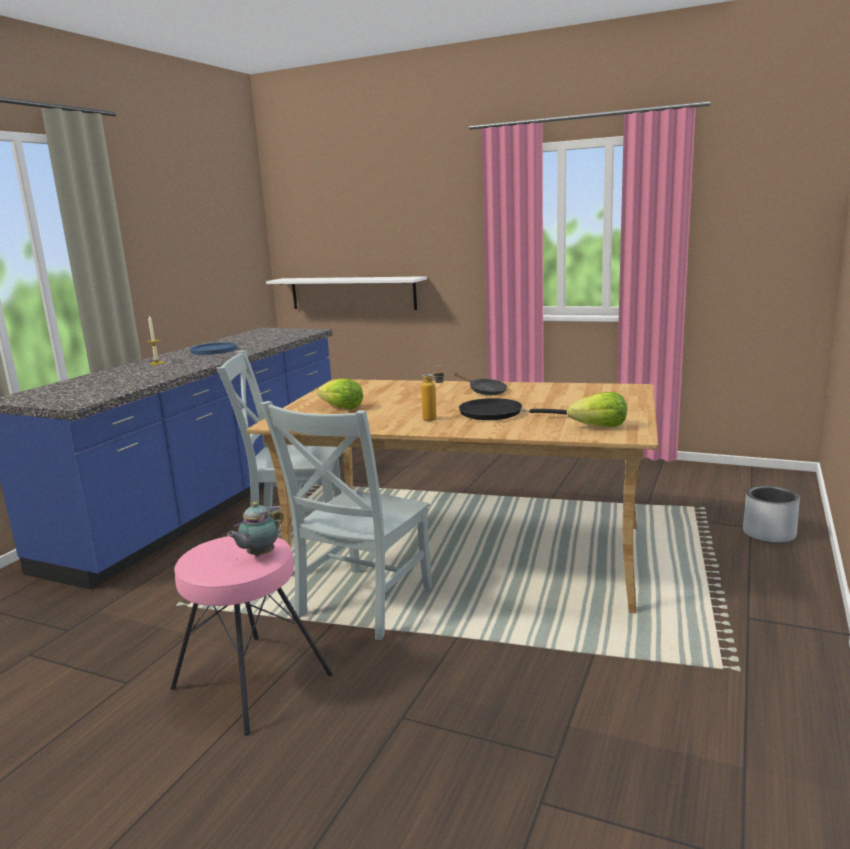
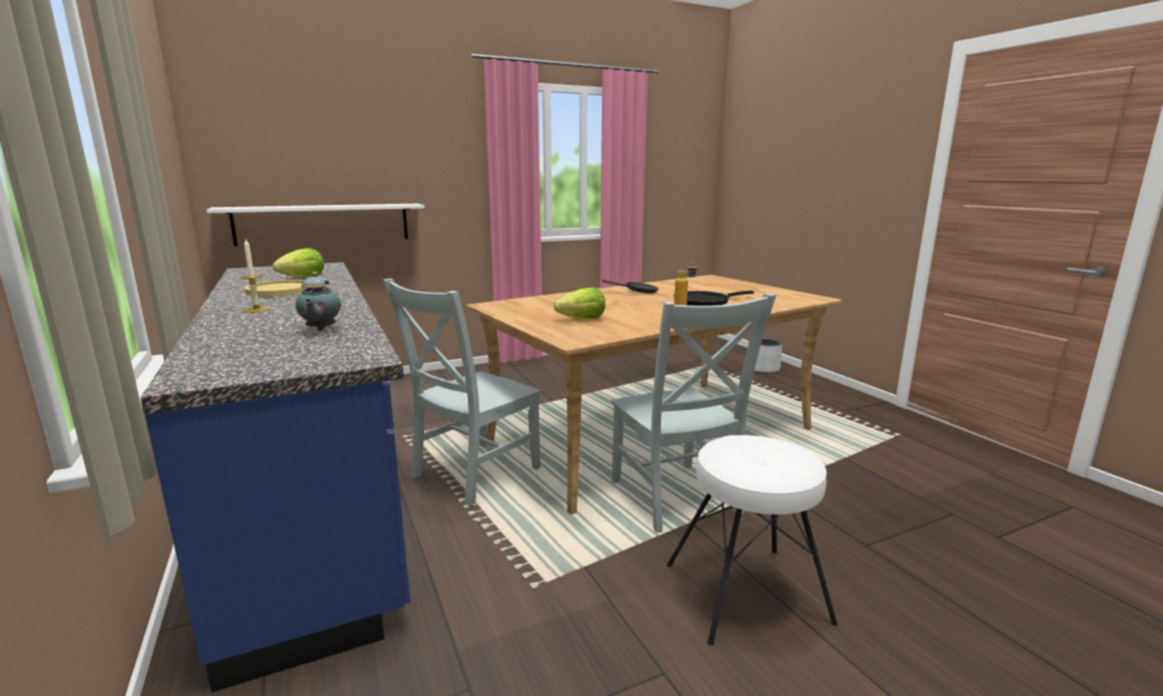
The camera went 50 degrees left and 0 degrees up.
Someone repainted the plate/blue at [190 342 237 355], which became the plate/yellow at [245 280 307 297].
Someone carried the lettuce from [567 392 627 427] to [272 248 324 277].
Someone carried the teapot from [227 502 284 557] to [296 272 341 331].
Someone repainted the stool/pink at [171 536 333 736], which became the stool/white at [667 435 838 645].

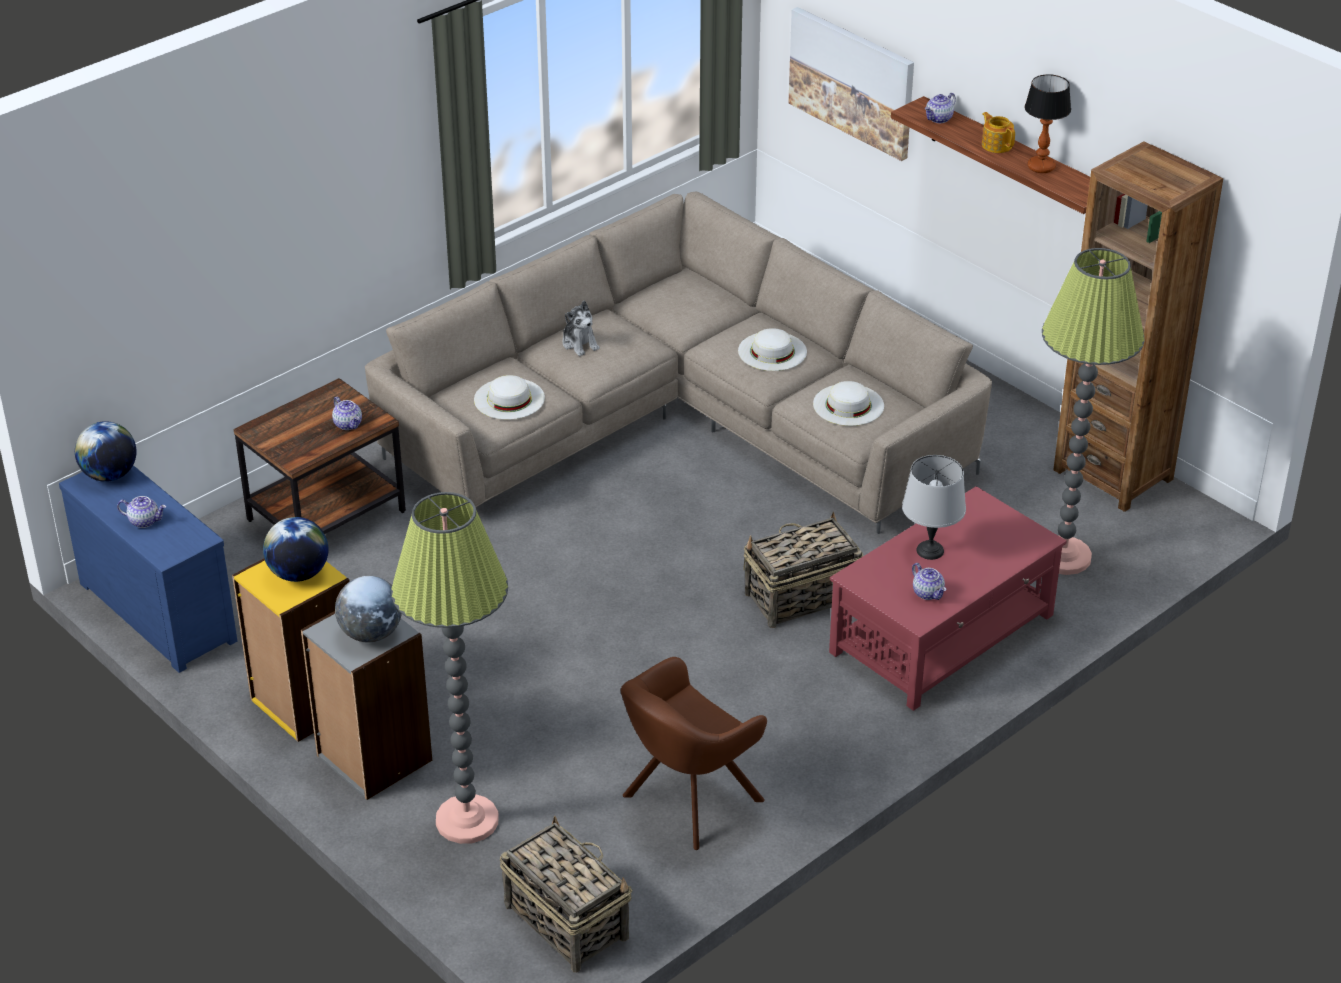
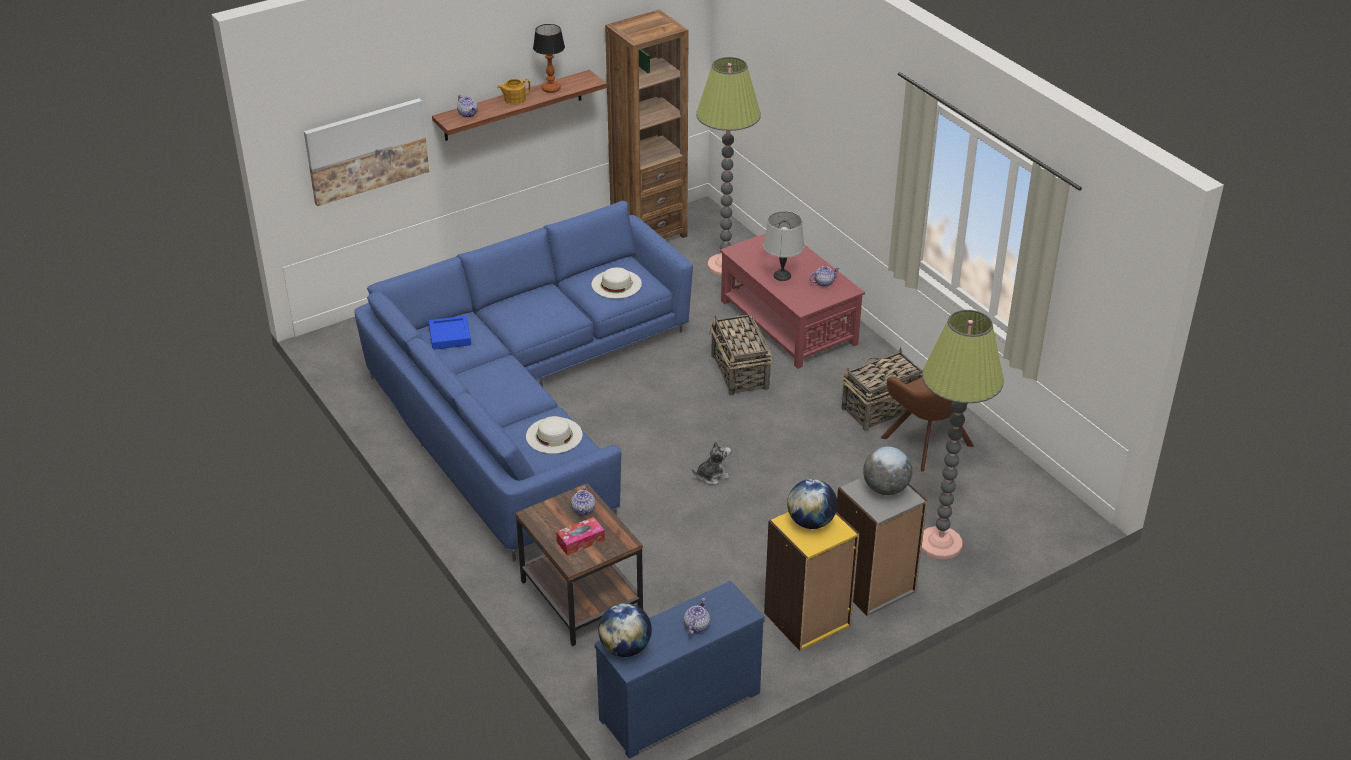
The camera went 80 degrees left and 0 degrees up.
Someone repainted the sofa/beige at [365 192 992 534], which became the sofa/blue at [355 201 693 562].
Someone carried the plush toy from [562 301 600 356] to [692 441 731 485].
Someone took away the hat/white at [738 328 807 371].
Someone rotated the teapot at [332 396 362 430] by 120 degrees clockwise.
Someone carried the basket from [500 816 632 973] to [841 347 923 431].
Someone put down the tray/blue at [428 316 471 350].
Someone put down the tissue box at [556 517 605 556].

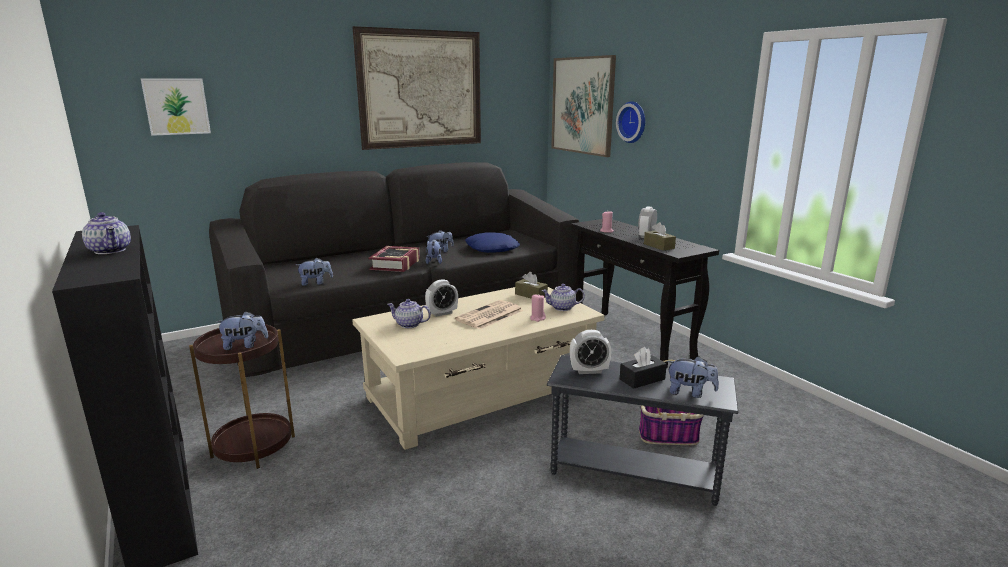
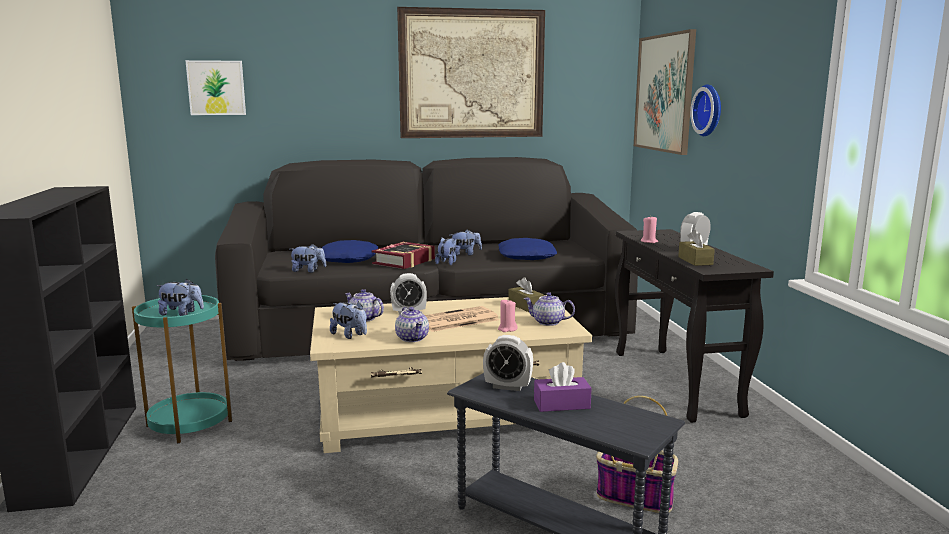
The camera went 20 degrees right and 5 degrees down.
Someone carried the teapot from [82 212 131 254] to [395 307 429 342].
Someone repainted the side table/brown at [189 324 295 469], which became the side table/turquoise at [132 295 232 443].
Someone repainted the tissue box/black at [620 347 667 389], which became the tissue box/purple at [534 362 592 412].
Someone carried the plush toy from [667 356 719 398] to [330 301 367 339].
Someone put down the pillow/blue at [322 240 378 263].

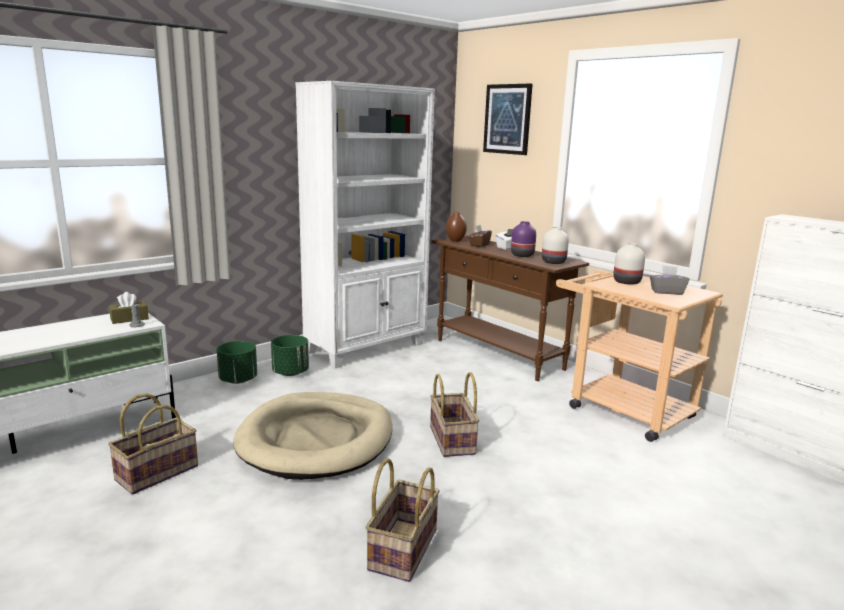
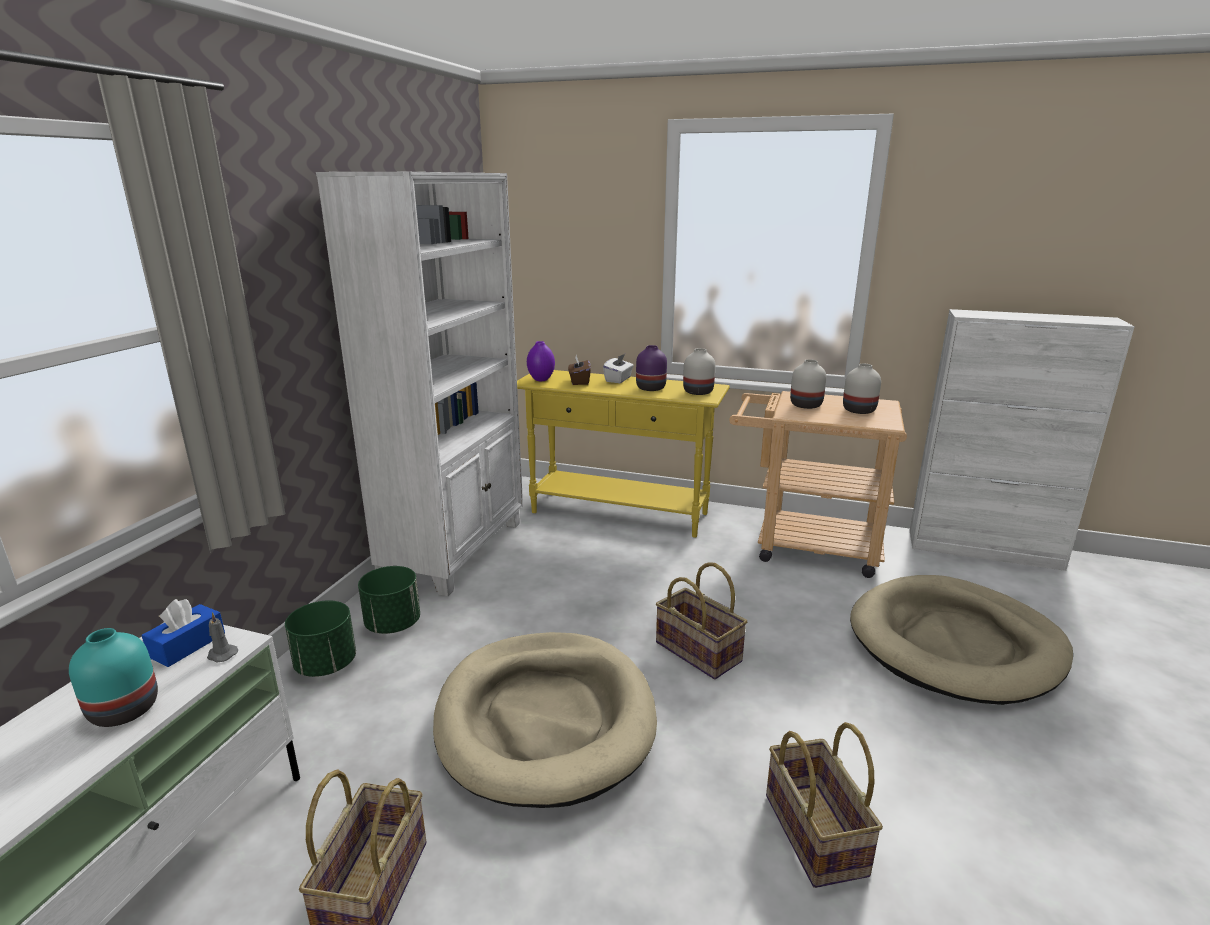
The camera went 30 degrees left and 5 degrees up.
Someone took away the picture at [483 83 533 155].
Someone repainted the vase/brown at [446 212 467 242], which became the vase/purple at [527 341 555 381].
Someone repainted the console table/brown at [431 236 589 381], which became the console table/yellow at [517 370 730 538].
Someone swapped the tissue box/grey at [650 265 689 295] for the vase/white at [843 364 881 414].
Someone repainted the tissue box/brown at [109 292 149 324], which became the tissue box/blue at [141 599 225 667].
Someone put down the dog bed/beige at [850 575 1073 705].
Someone put down the vase/turquoise at [69 628 158 727].

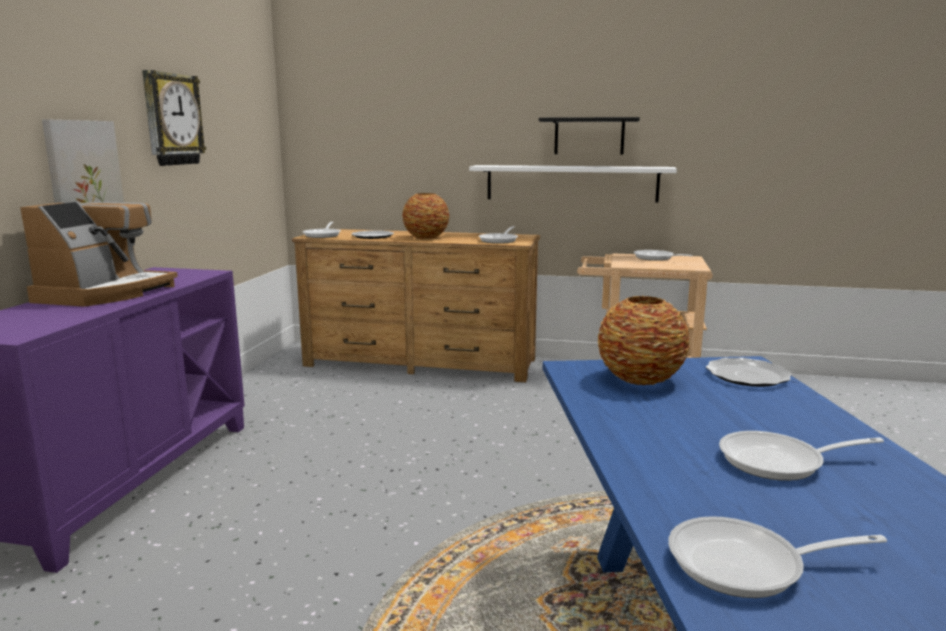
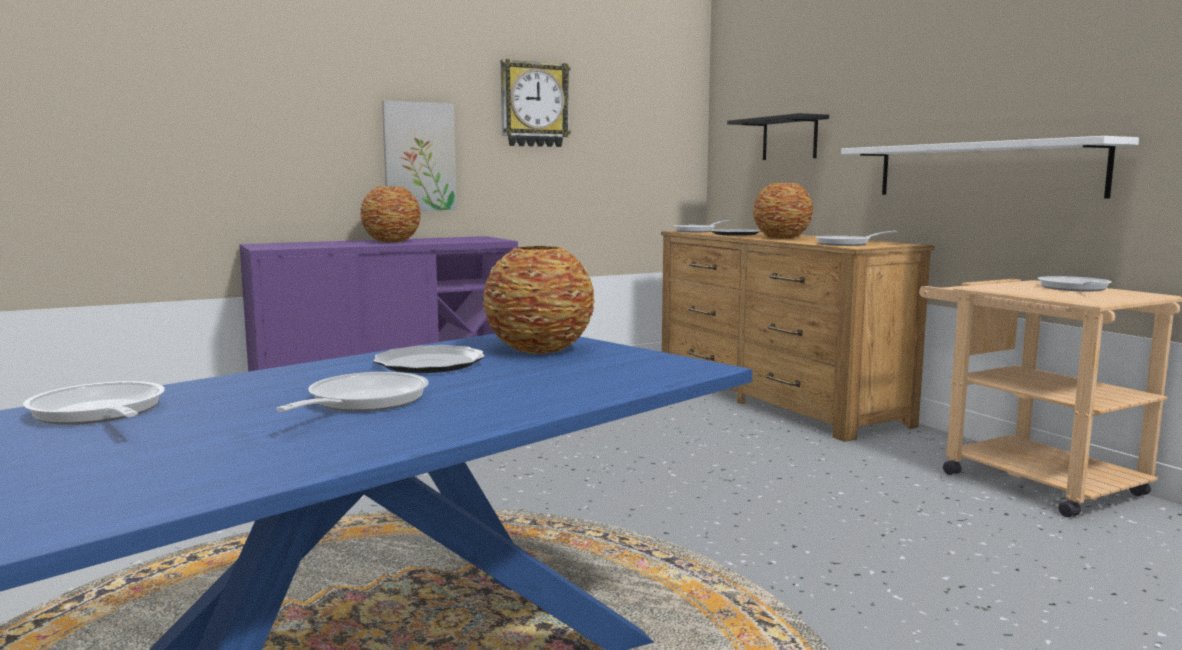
The camera went 50 degrees right and 5 degrees down.
Someone carried the shelf/black from [539 117 640 155] to [727 113 829 160].
Someone swapped the coffee machine at [20 202 178 307] for the vase at [360 186 421 242].
Someone carried the plate from [706 358 792 387] to [373 345 485 373].
Someone rotated the frying pan at [719 431 884 481] by 60 degrees clockwise.

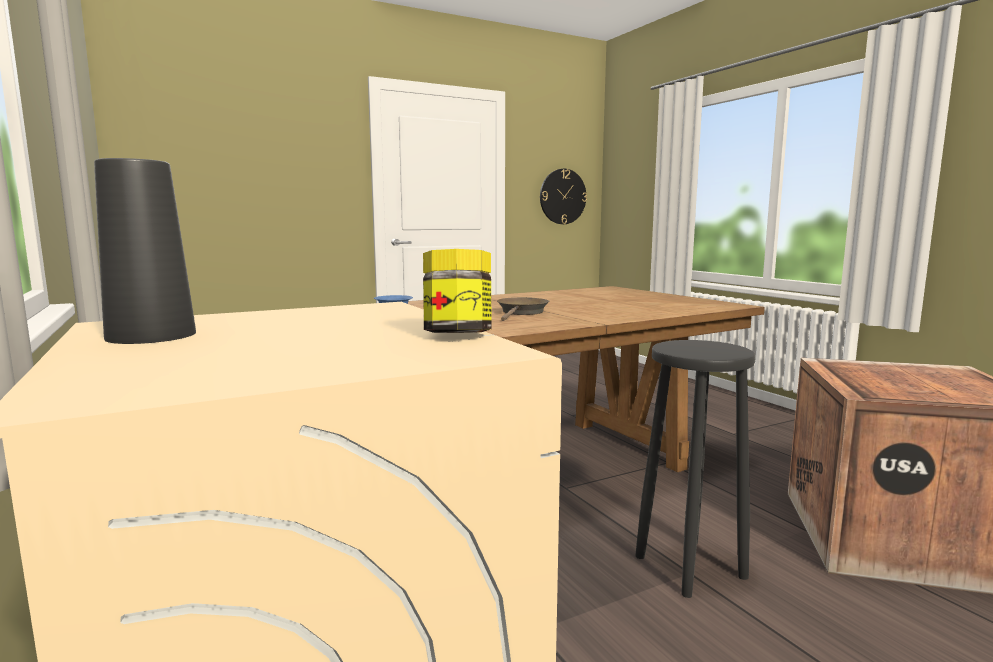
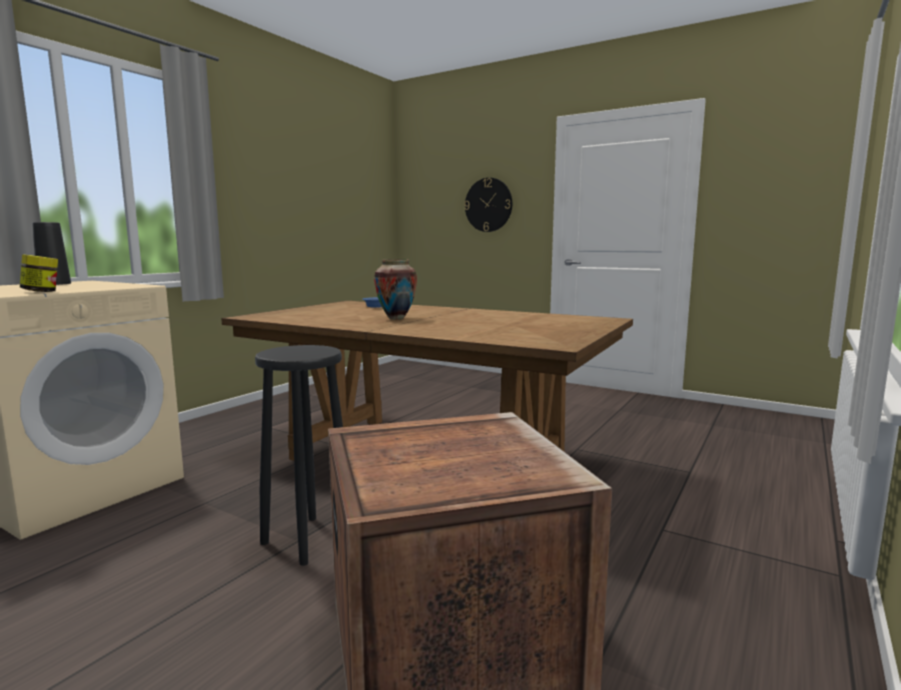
The camera went 60 degrees right and 0 degrees up.
Someone carried the wall clock from [540 169 587 224] to [464 178 512 232].
Someone swapped the frying pan/brown at [497 297 549 321] for the vase at [374 259 417 320].

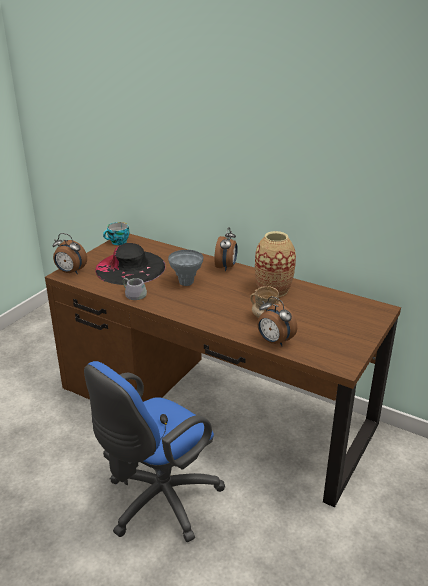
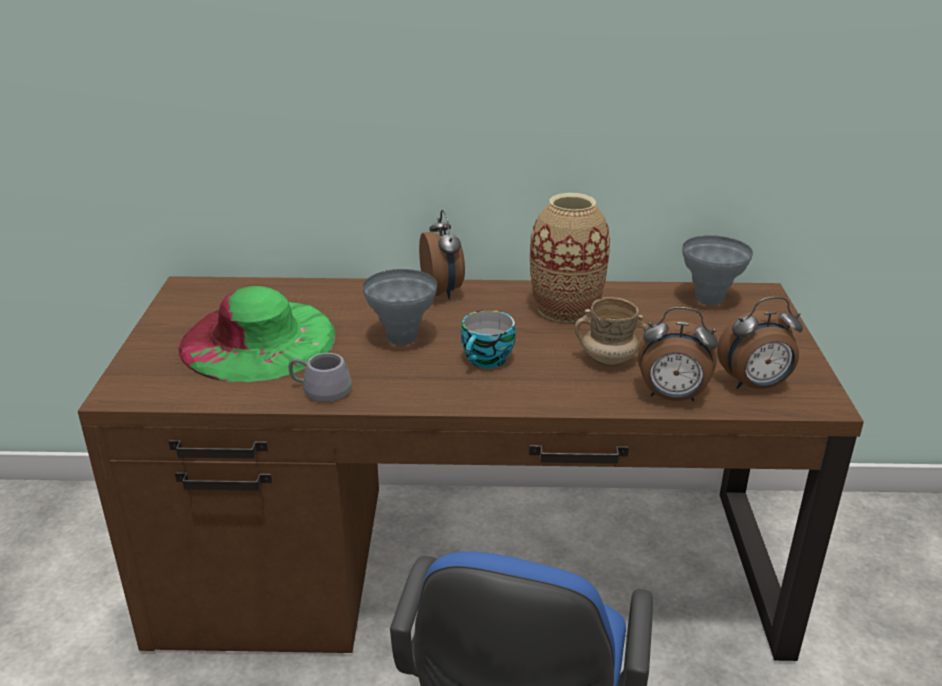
The camera went 30 degrees left and 0 degrees up.
Someone carried the cup from [103 222 129 245] to [461 310 516 368].
Someone carried the alarm clock from [52 233 87 274] to [717 297 803 389].
Someone repainted the hat/black at [95 243 165 285], which became the hat/green at [178 286 335 382].
Someone put down the vase/grey at [682 235 753 306].

